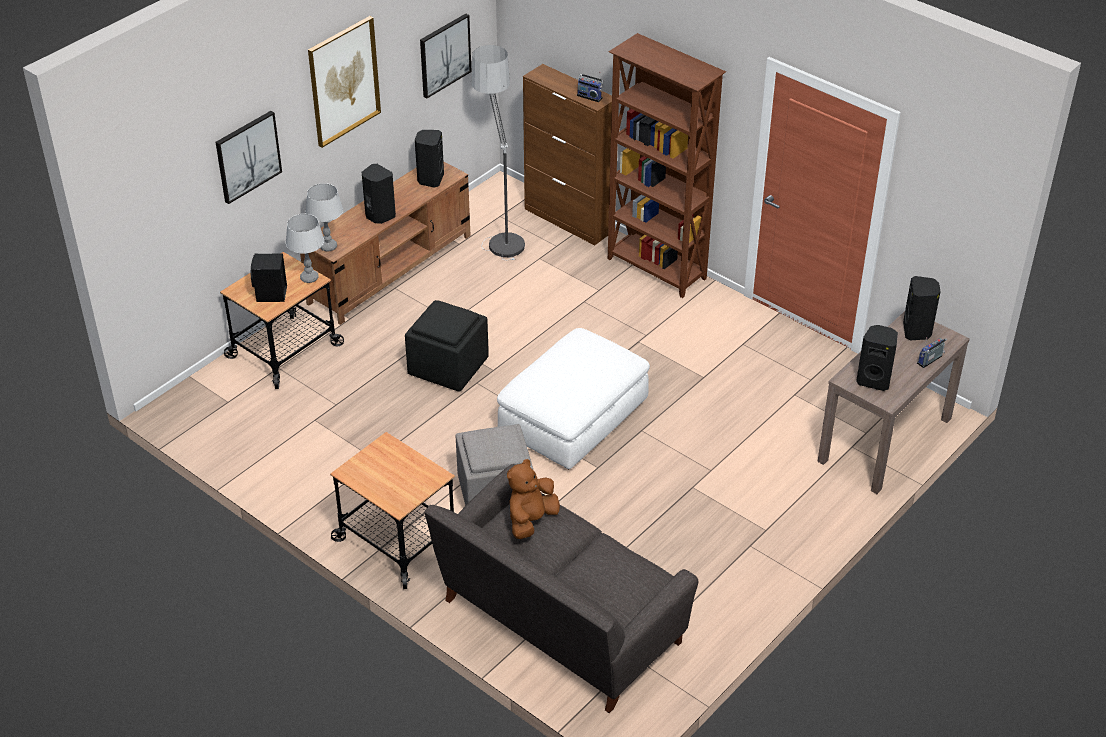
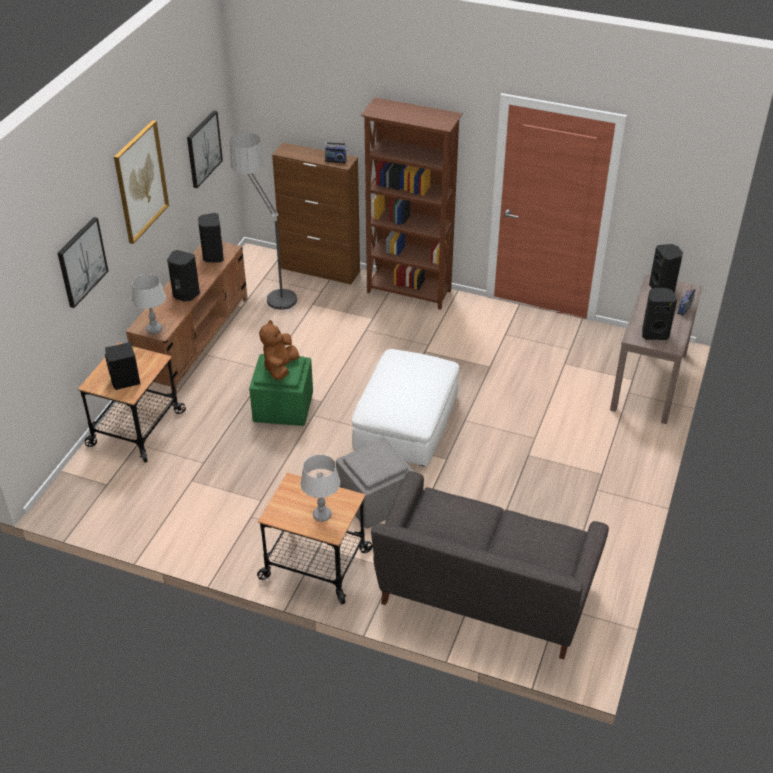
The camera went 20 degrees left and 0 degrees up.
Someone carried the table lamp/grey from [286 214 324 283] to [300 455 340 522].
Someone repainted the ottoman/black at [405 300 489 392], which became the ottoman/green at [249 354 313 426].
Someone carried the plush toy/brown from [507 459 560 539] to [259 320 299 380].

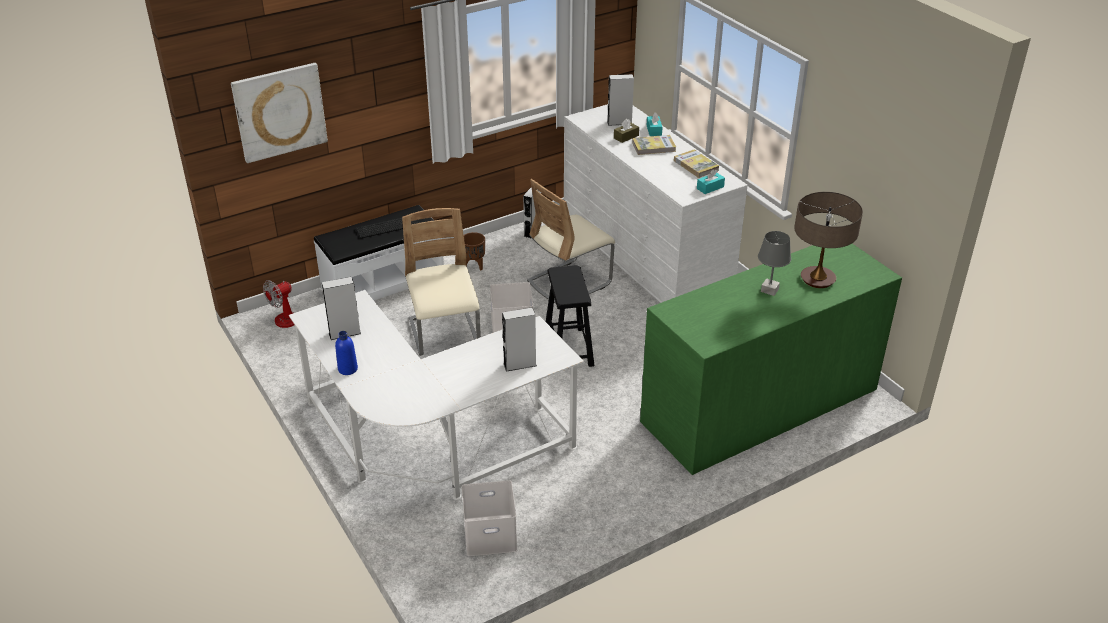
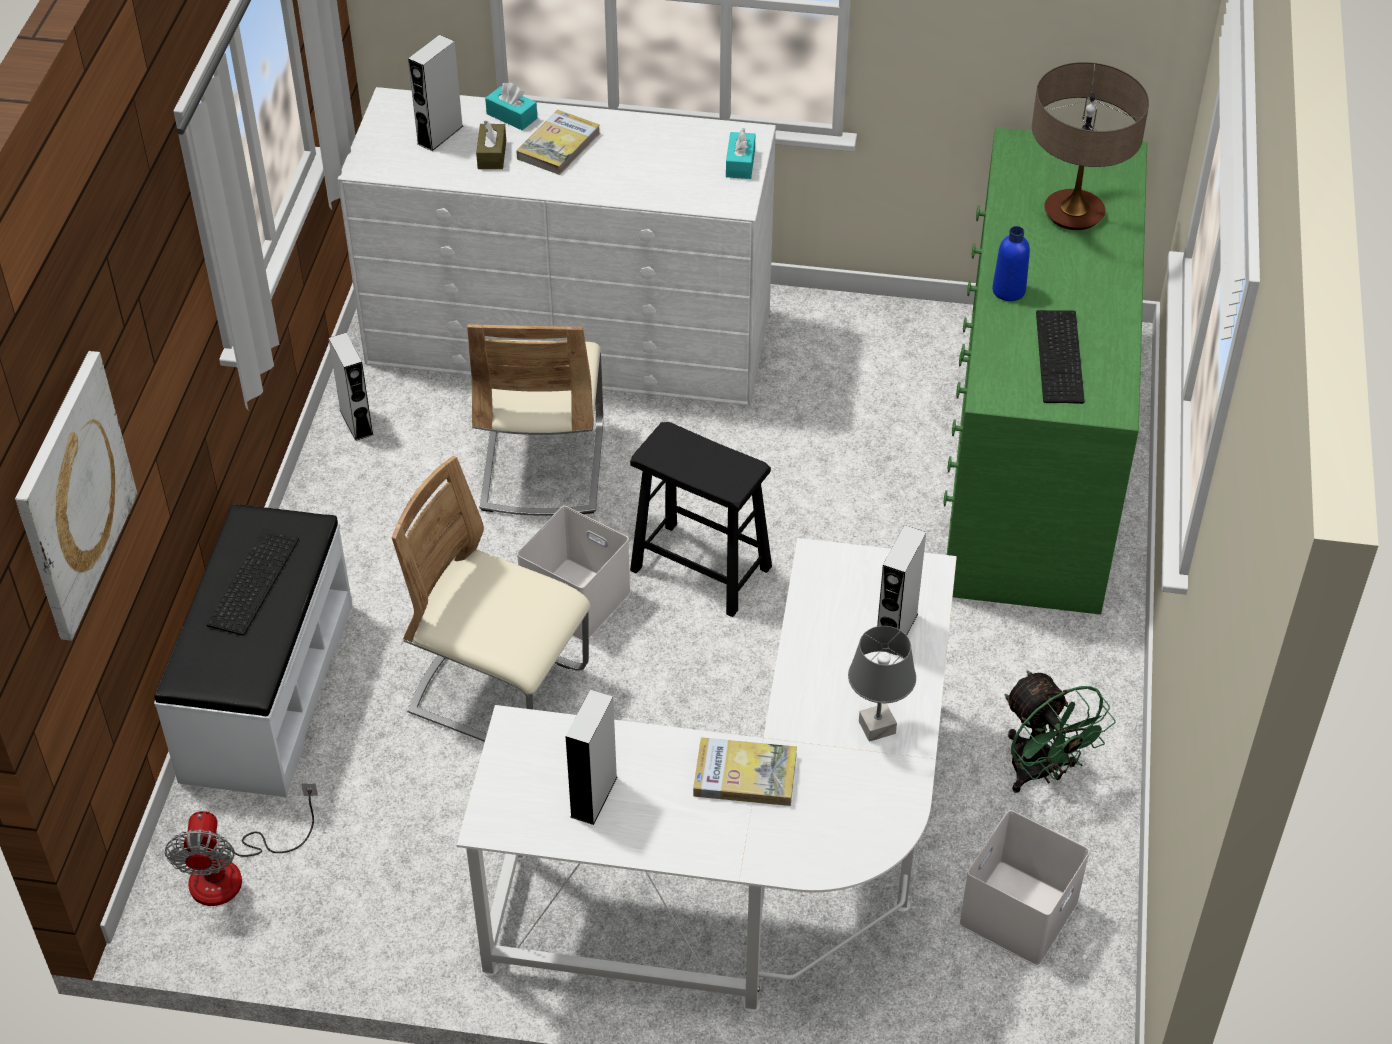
The camera went 50 degrees left and 10 degrees up.
Someone carried the book from [674 149 719 178] to [693 737 797 806].
Someone carried the table lamp/grey from [758 231 791 296] to [848 626 916 742].
Someone took away the planter/brown at [464 232 485 270].
Someone carried the bottle/blue from [335 331 358 375] to [992 226 1030 301].
Someone put down the keyboard at [1036 310 1085 404].
Someone put down the fan/green at [1005 670 1116 793].

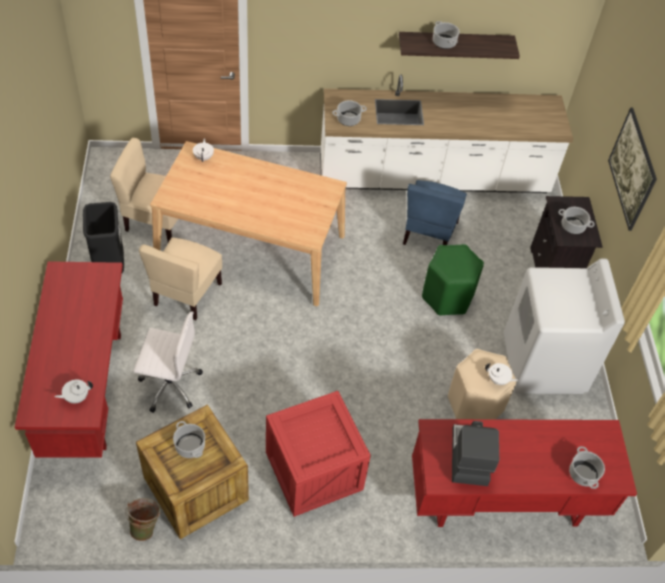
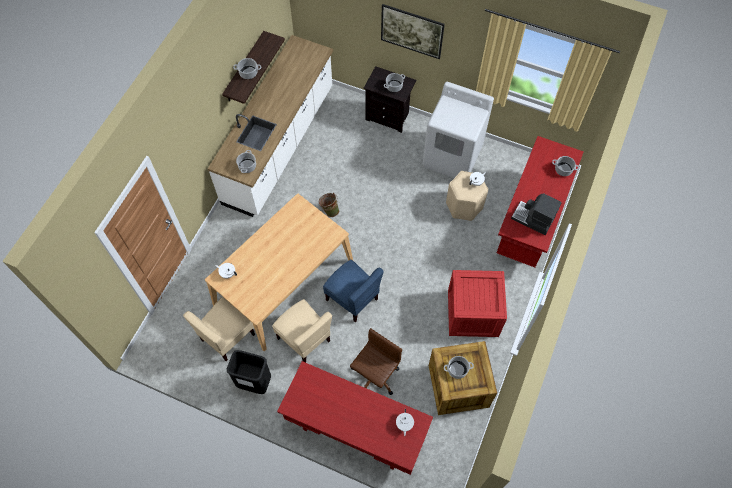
The camera went 60 degrees left and 10 degrees up.
Someone carried the chair/blue from [403 180 467 245] to [323 260 383 322].
Someone took away the stool/green at [422 244 484 315].
Someone repainted the office chair/white at [134 311 203 413], which became the office chair/brown at [350 328 402 395].
Someone carried the bucket/green from [125 498 160 541] to [318 193 339 217].

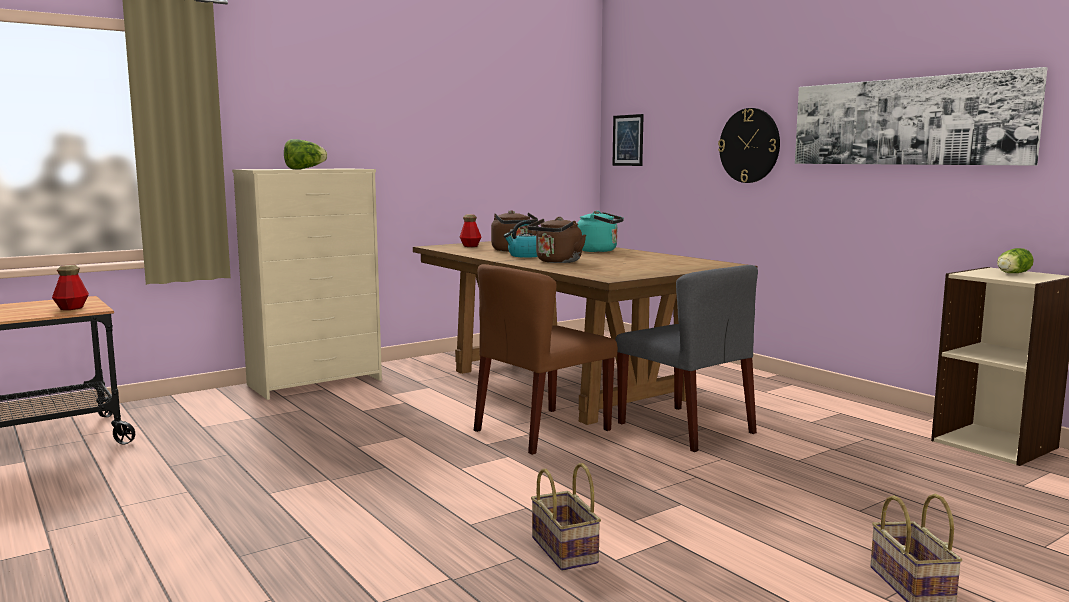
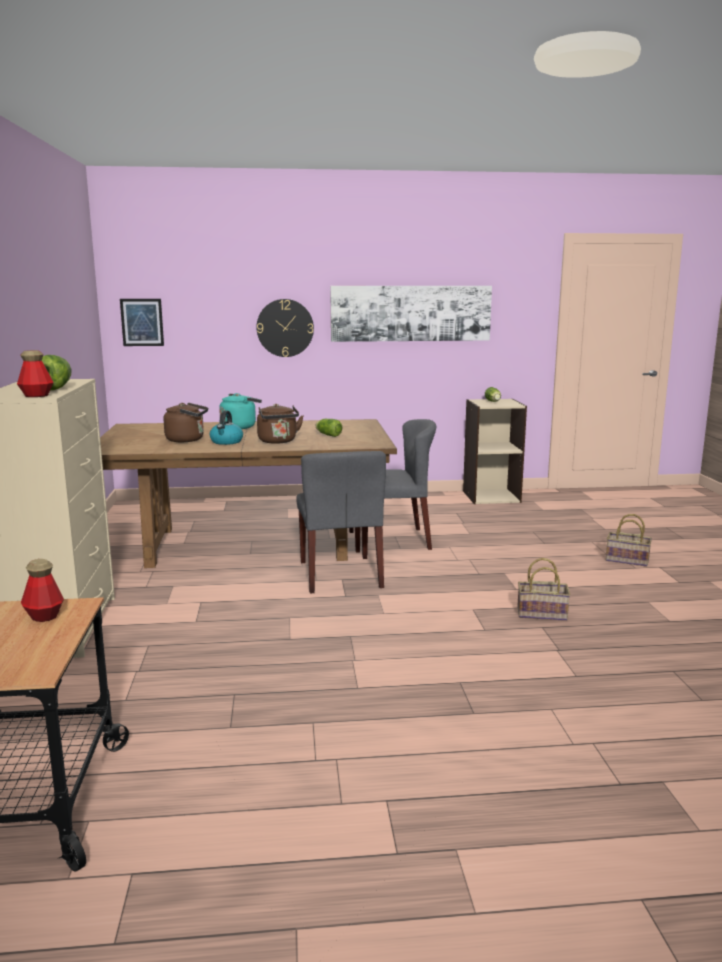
The camera went 60 degrees left and 5 degrees up.
Someone carried the bottle from [460 214 481 247] to [17 350 54 397].
Someone repainted the chair/brown at [474 264 618 455], which became the chair/grey at [296 451 386 594].
Someone put down the lettuce at [316 419 342 437].

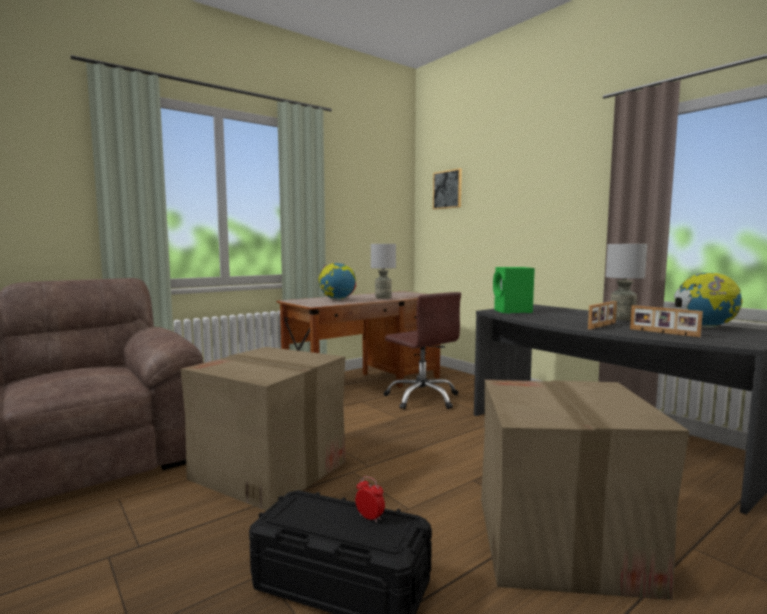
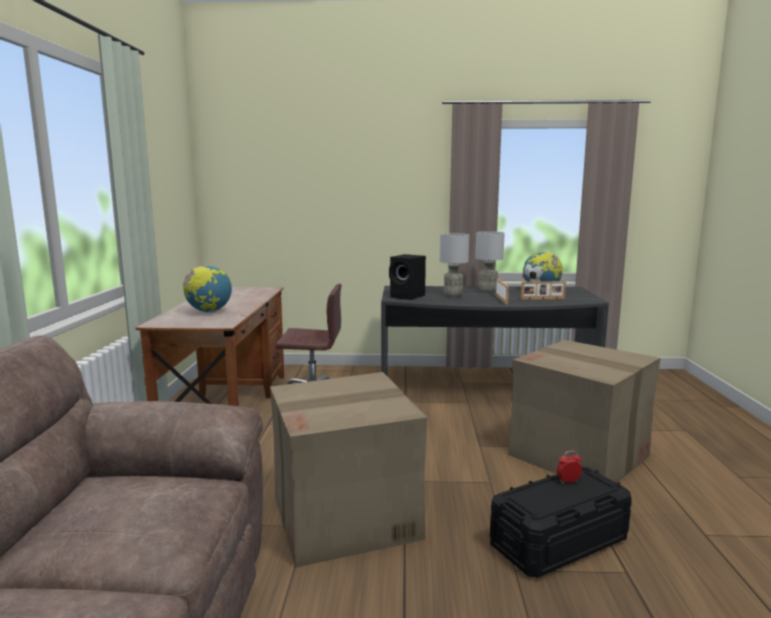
The camera went 50 degrees left and 5 degrees up.
Someone took away the picture at [433 168 462 210].
Someone carried the table lamp/grey from [371 244 396 299] to [440 233 469 297].
Someone repainted the speaker/green at [493 267 535 313], which became the speaker/black at [389 254 426 300].

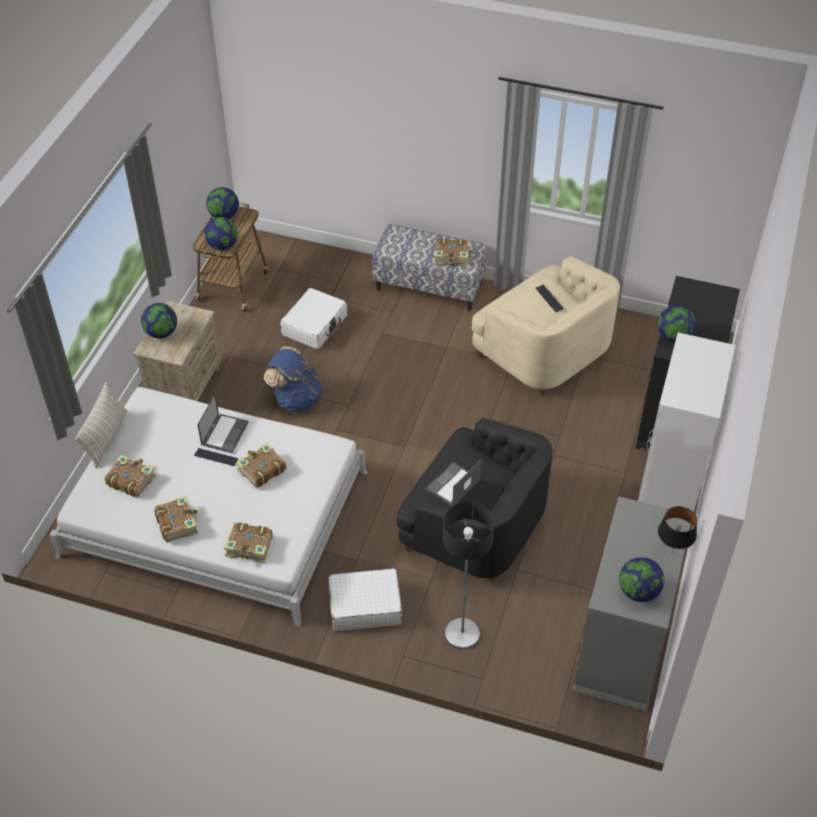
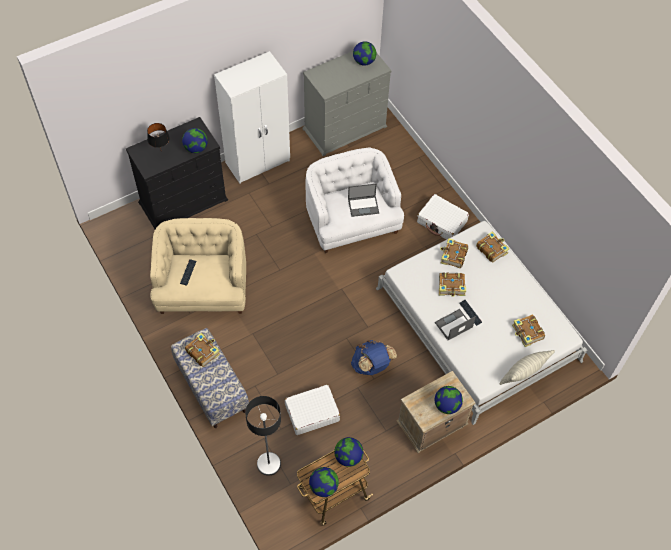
The camera went 140 degrees left and 10 degrees up.
Someone repainted the armchair/black at [396 418 552 582], which became the armchair/white at [306 147 404 253].
Someone carried the book from [154 496 199 542] to [440 238 468 268].
Someone carried the floor lamp from [443 502 494 649] to [245 396 281 476].
Someone carried the table lamp/black from [658 506 697 552] to [147 123 170 149].

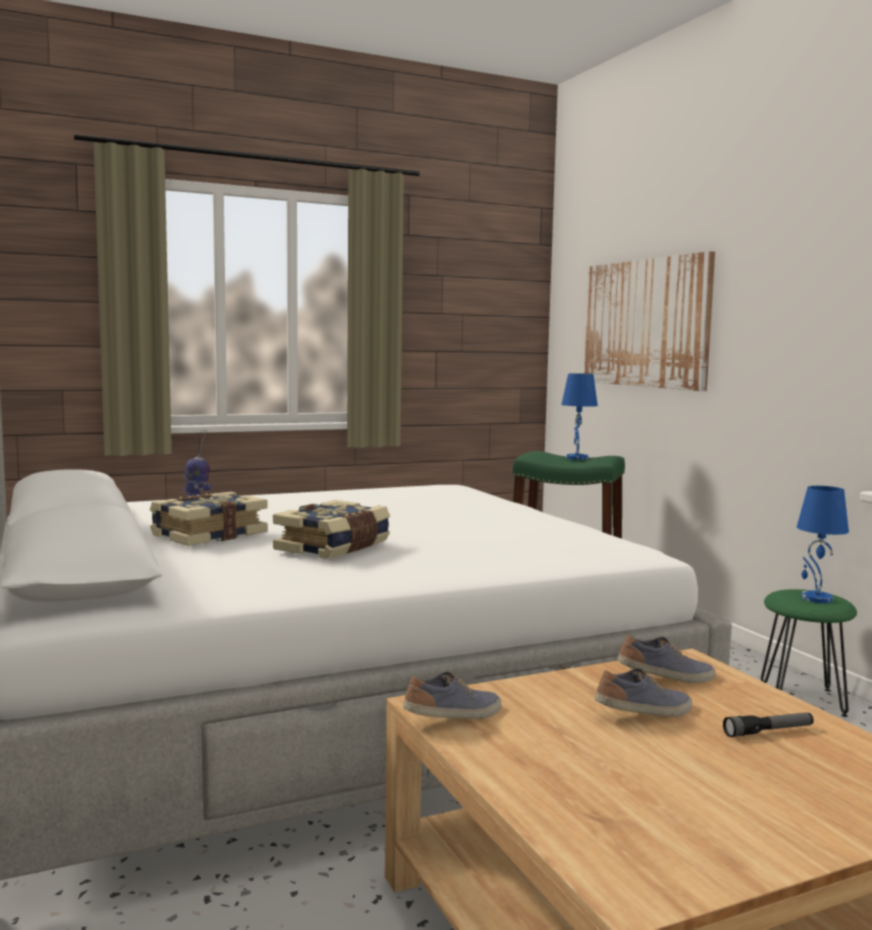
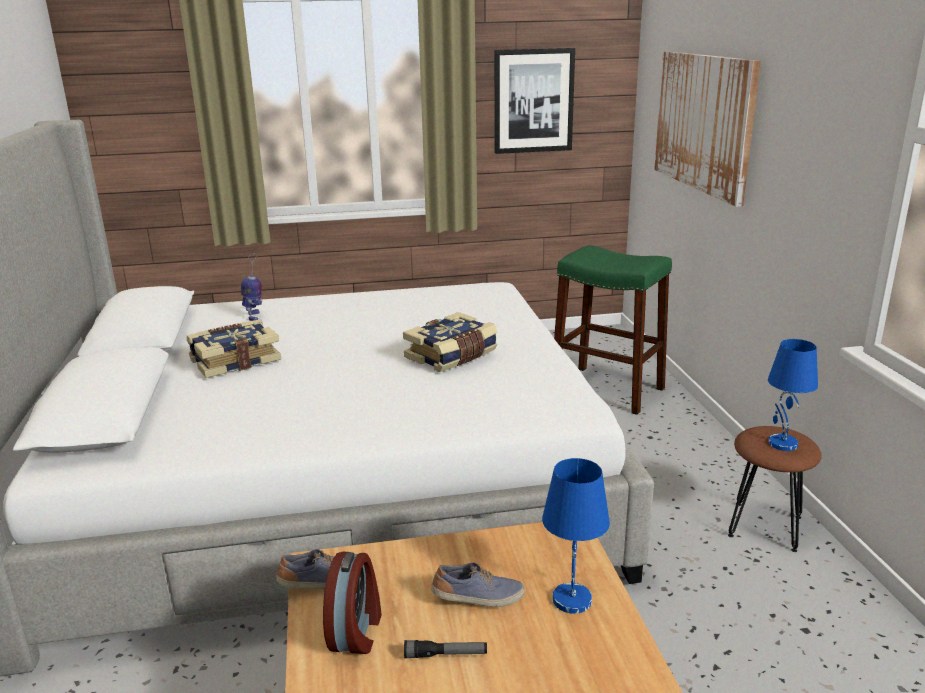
The camera went 15 degrees right and 15 degrees up.
Someone carried the table lamp/blue from [561 373 598 460] to [542 458 610 614].
Someone carried the book from [273 500 390 559] to [403 312 497 372].
Someone repainted the stool/green at [761 589 857 717], which became the stool/brown at [728 426 822 552].
Someone took away the shoe at [617 634 716 683].
Someone carried the flashlight from [723 712 814 737] to [404 640 487 658].
Someone put up the picture at [494 48 575 154].
Someone put down the alarm clock at [323 552 382 654].

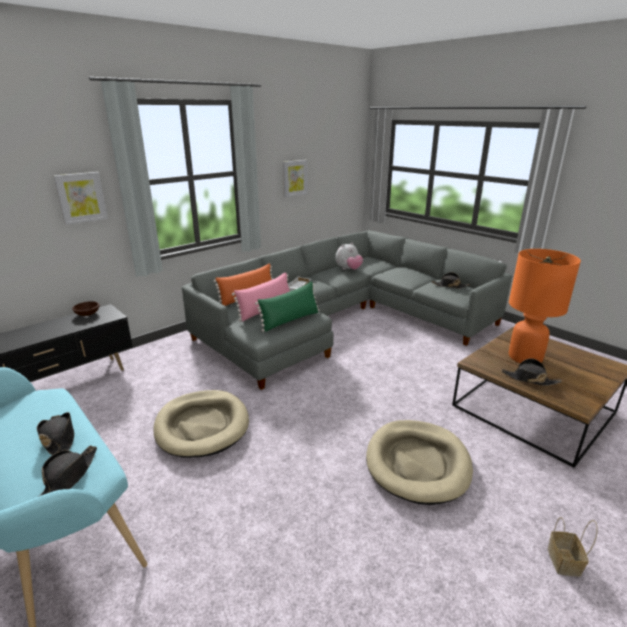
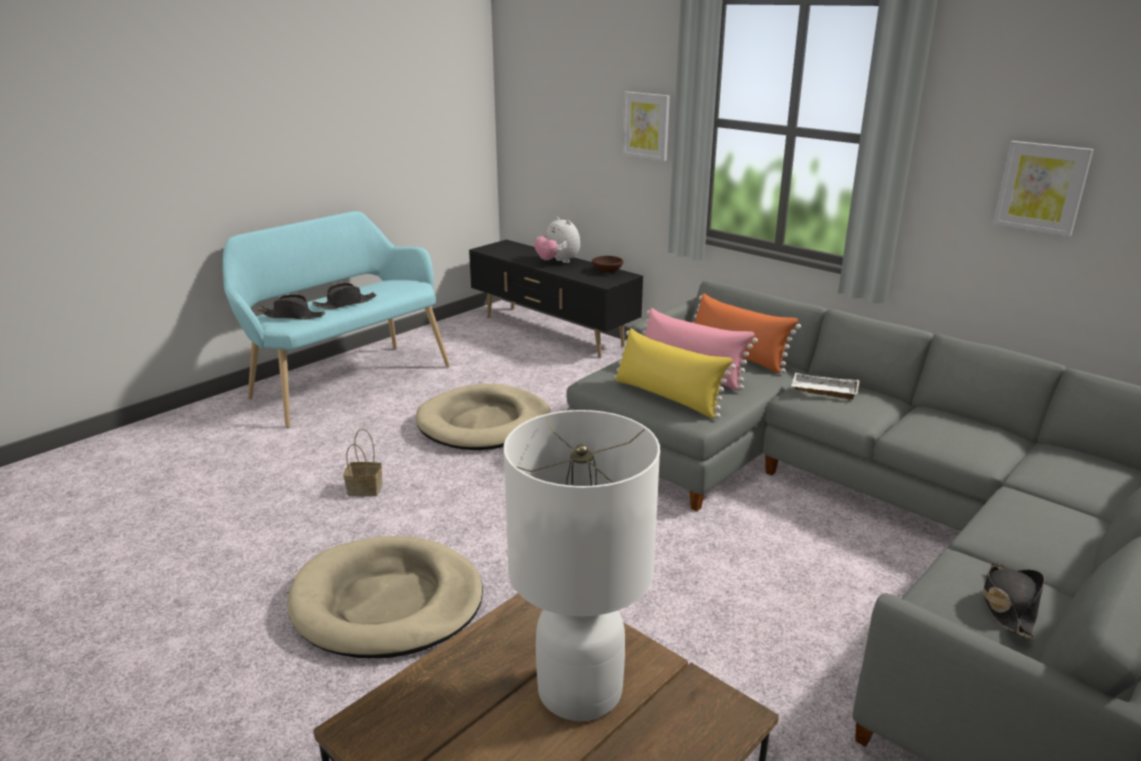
The camera went 85 degrees right and 0 degrees up.
Someone carried the plush toy from [336 243 363 270] to [535 217 580 263].
Someone repainted the table lamp/orange at [509 249 581 363], which became the table lamp/white at [503 410 660 721].
Someone repainted the pillow/green at [255 281 319 332], which became the pillow/yellow at [613 328 736 419].
Someone took away the hat/black at [501 358 562 386].
Someone carried the basket from [548 517 598 576] to [343 429 382 497].

